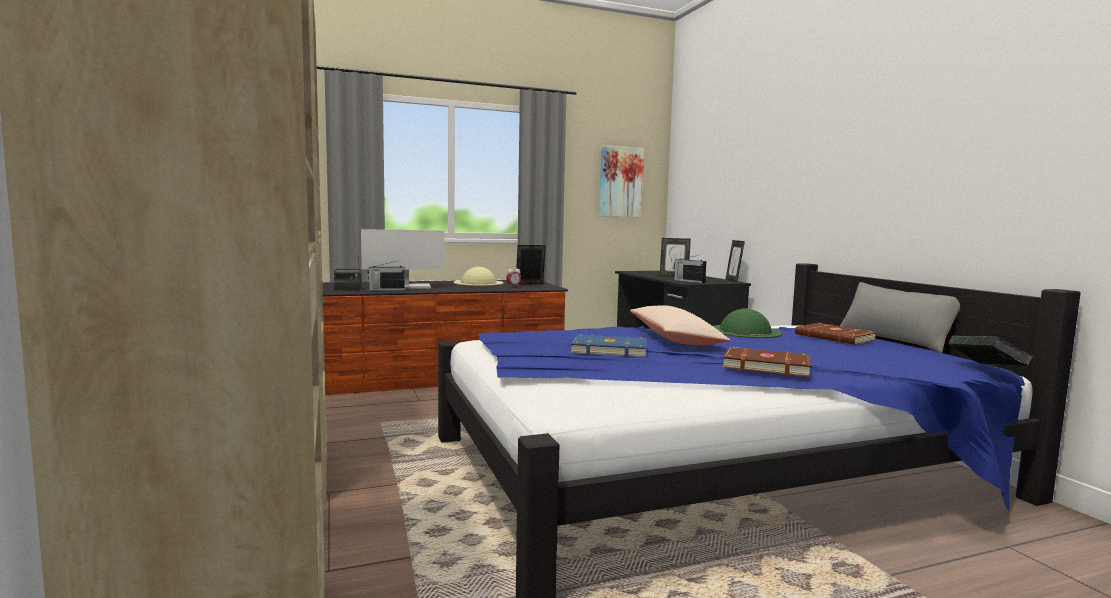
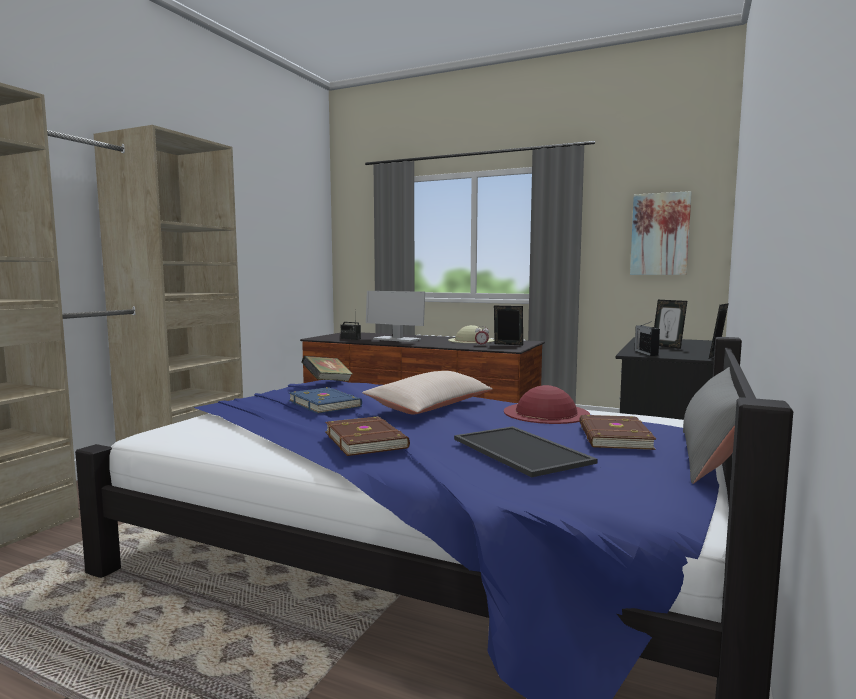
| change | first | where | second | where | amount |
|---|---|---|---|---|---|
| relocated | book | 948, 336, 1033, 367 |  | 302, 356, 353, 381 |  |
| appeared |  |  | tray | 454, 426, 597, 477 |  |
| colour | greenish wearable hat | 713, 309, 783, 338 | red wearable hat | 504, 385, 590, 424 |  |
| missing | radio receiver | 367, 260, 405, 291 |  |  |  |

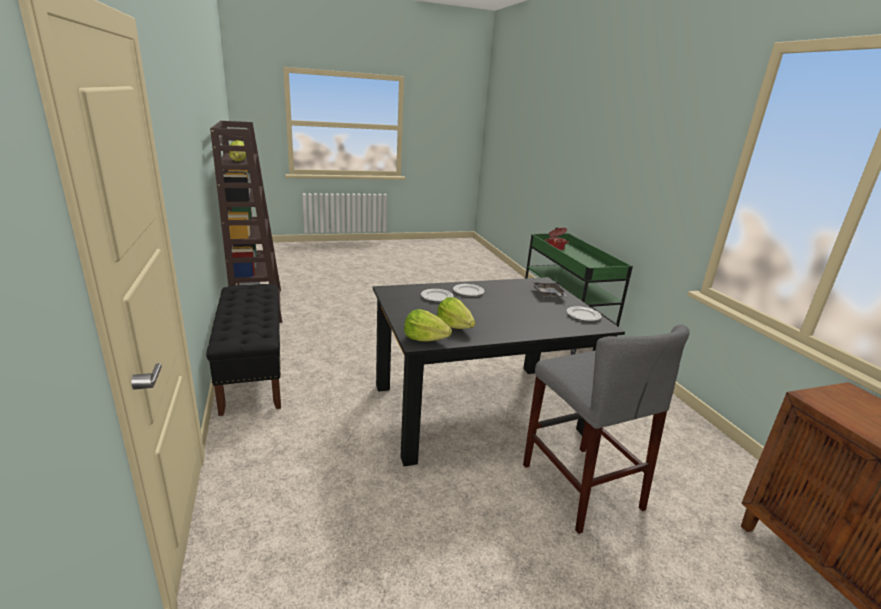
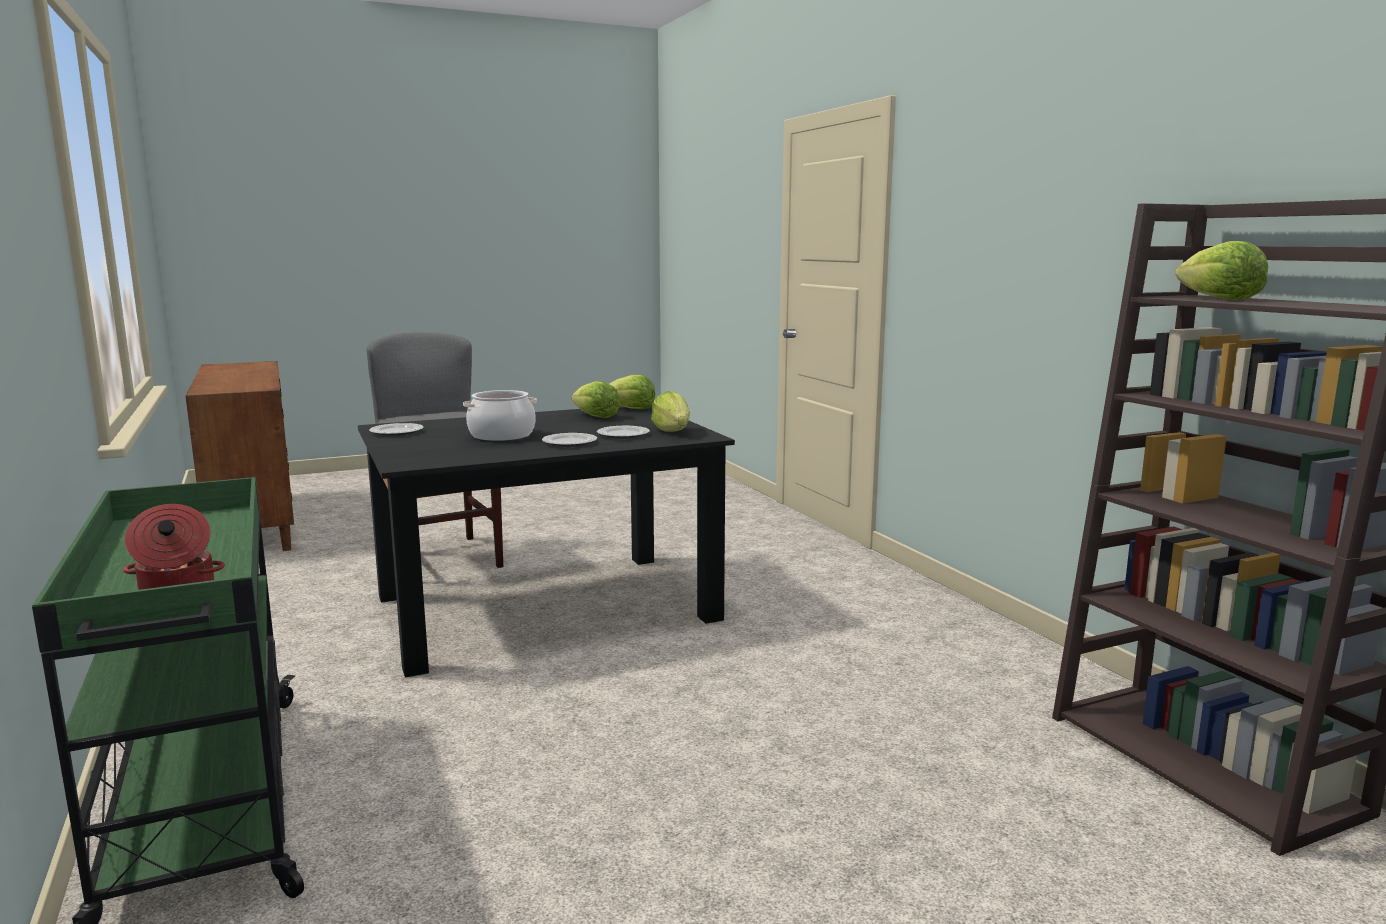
| change | first | where | second | where | amount |
|---|---|---|---|---|---|
| appeared |  |  | saucepot | 463, 390, 537, 441 |  |
| appeared |  |  | lettuce head | 651, 391, 690, 432 |  |
| missing | blackish indoor bench | 206, 284, 281, 416 |  |  |  |
| missing | grey tray | 532, 281, 567, 297 |  |  |  |

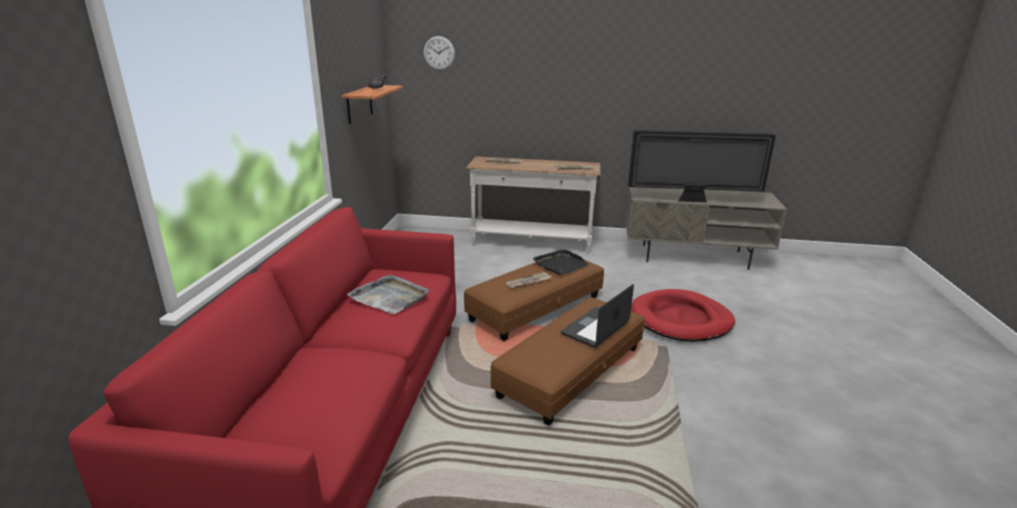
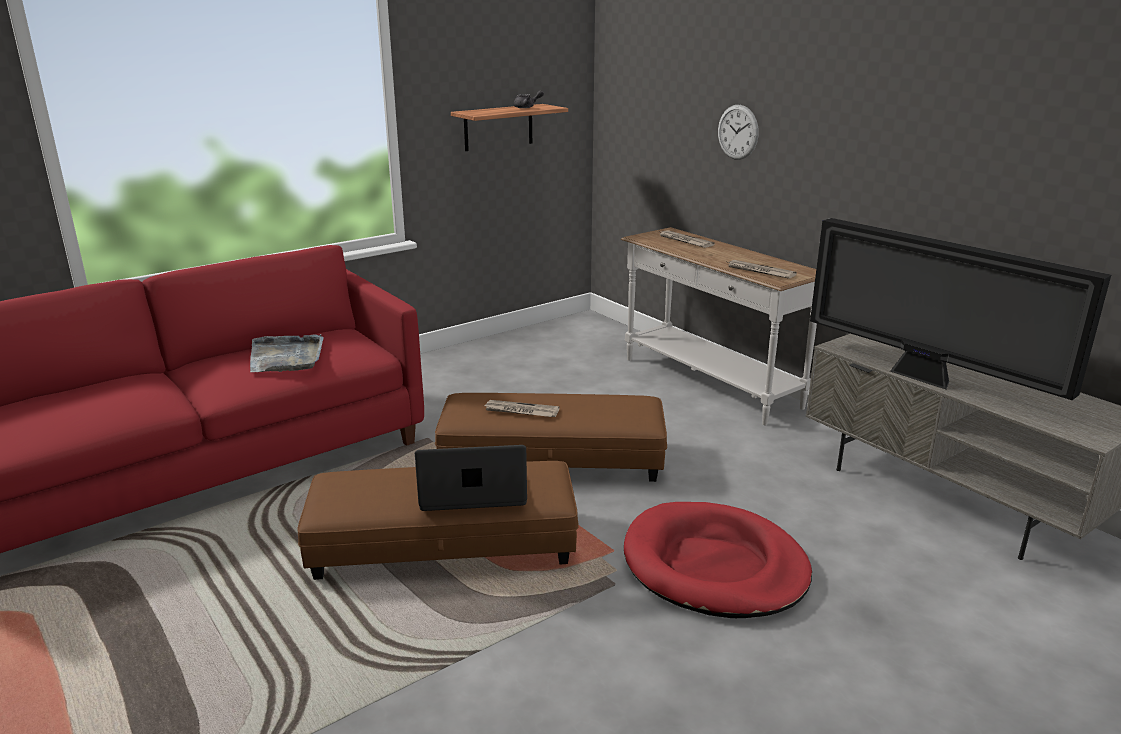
| change | first | where | second | where | amount |
|---|---|---|---|---|---|
| relocated | hanging clock | 424, 36, 455, 70 |  | 718, 105, 759, 160 |  |
| missing | blackish tray | 533, 249, 589, 275 |  |  |  |

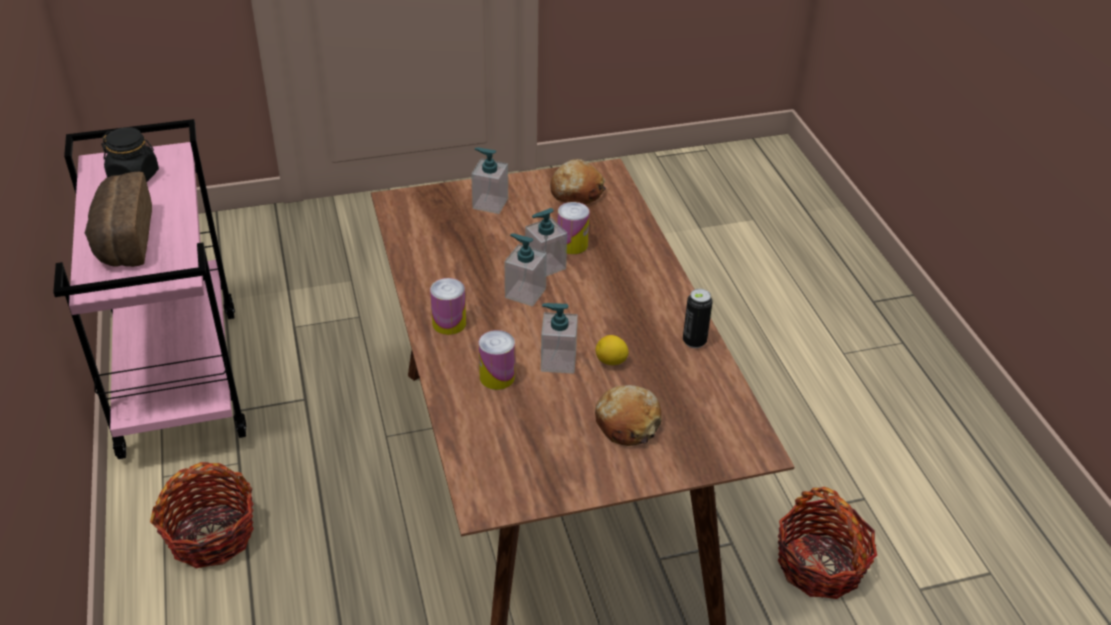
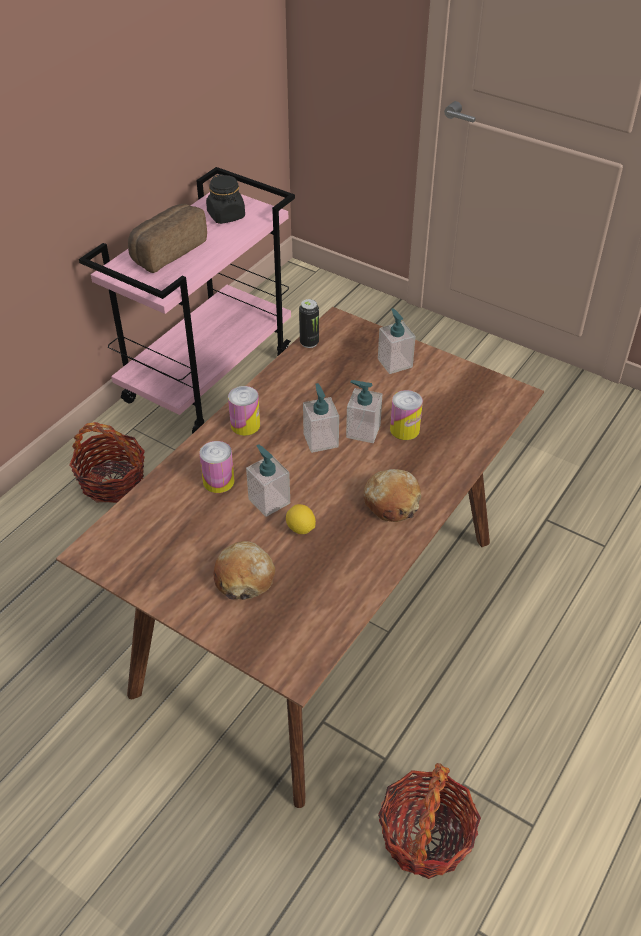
| change | first | where | second | where | amount |
|---|---|---|---|---|---|
| relocated | sealed can | 683, 289, 713, 348 |  | 299, 299, 319, 348 |  |
| relocated | bakery bread | 550, 159, 606, 205 |  | 363, 469, 422, 522 |  |

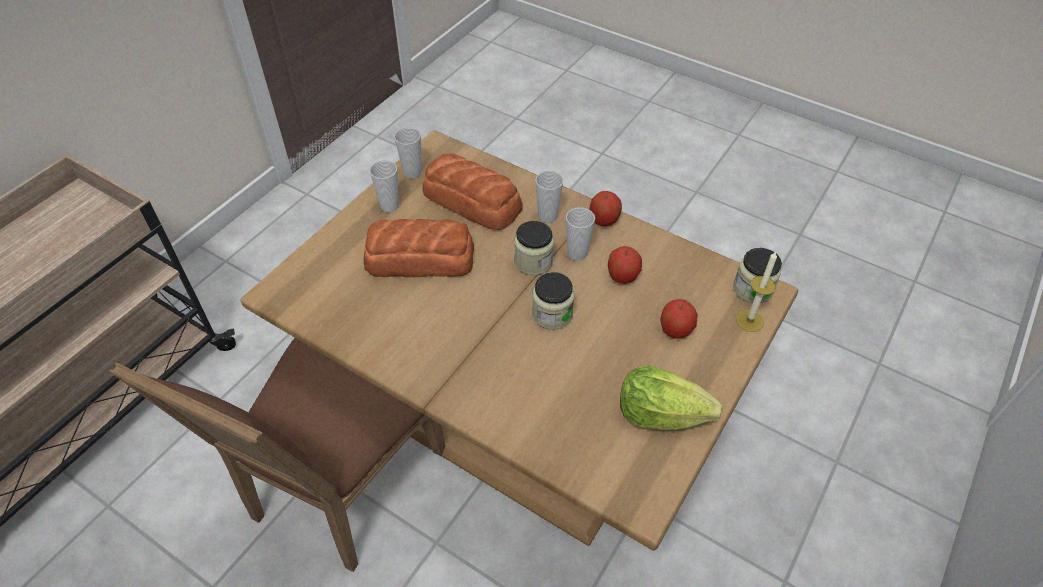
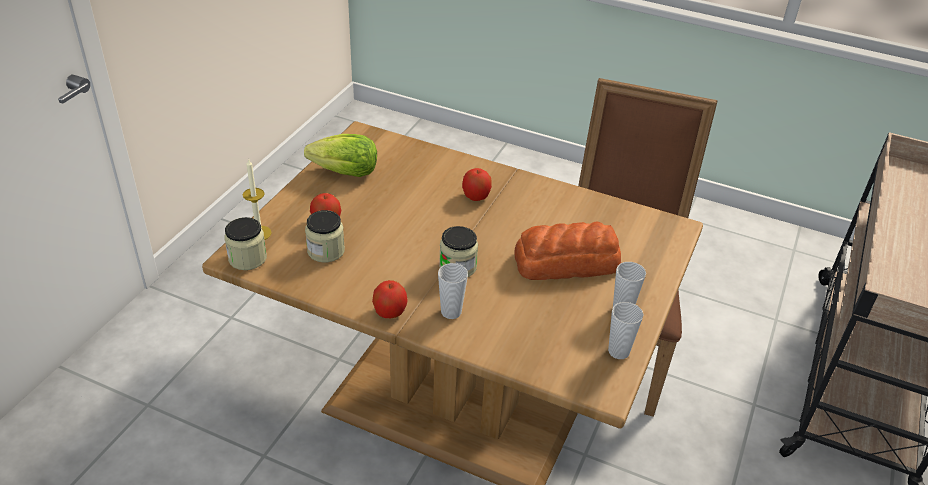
| change | first | where | second | where | amount |
|---|---|---|---|---|---|
| relocated | storage jar | 532, 272, 575, 330 |  | 305, 210, 345, 262 |  |
| relocated | whole apple | 608, 246, 642, 284 |  | 462, 168, 492, 201 |  |
| missing | bakery bread | 422, 154, 523, 230 |  |  |  |
| missing | small cup | 566, 207, 595, 261 |  |  |  |

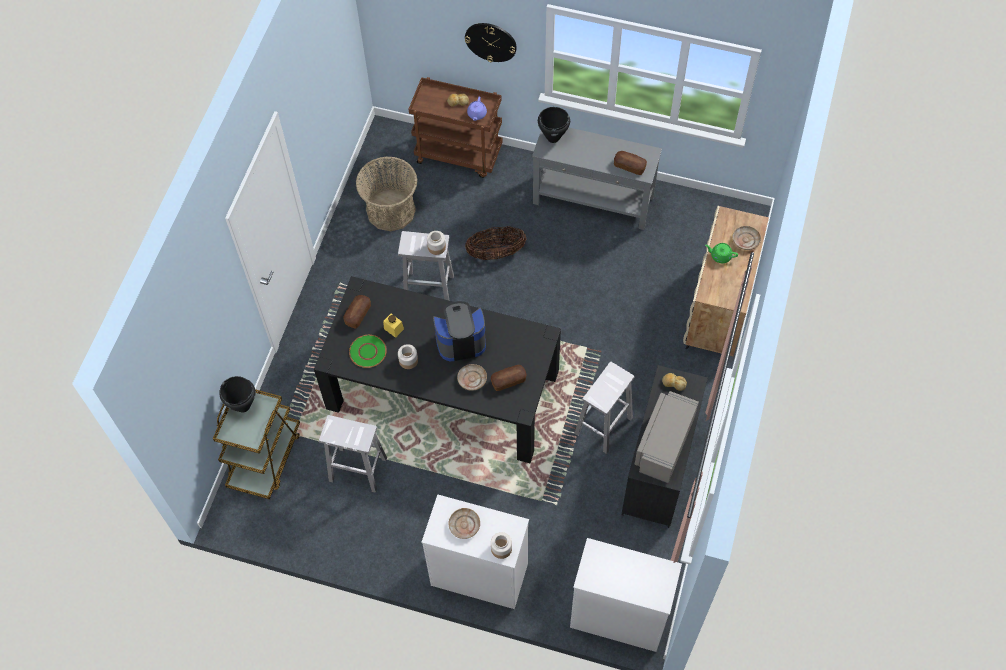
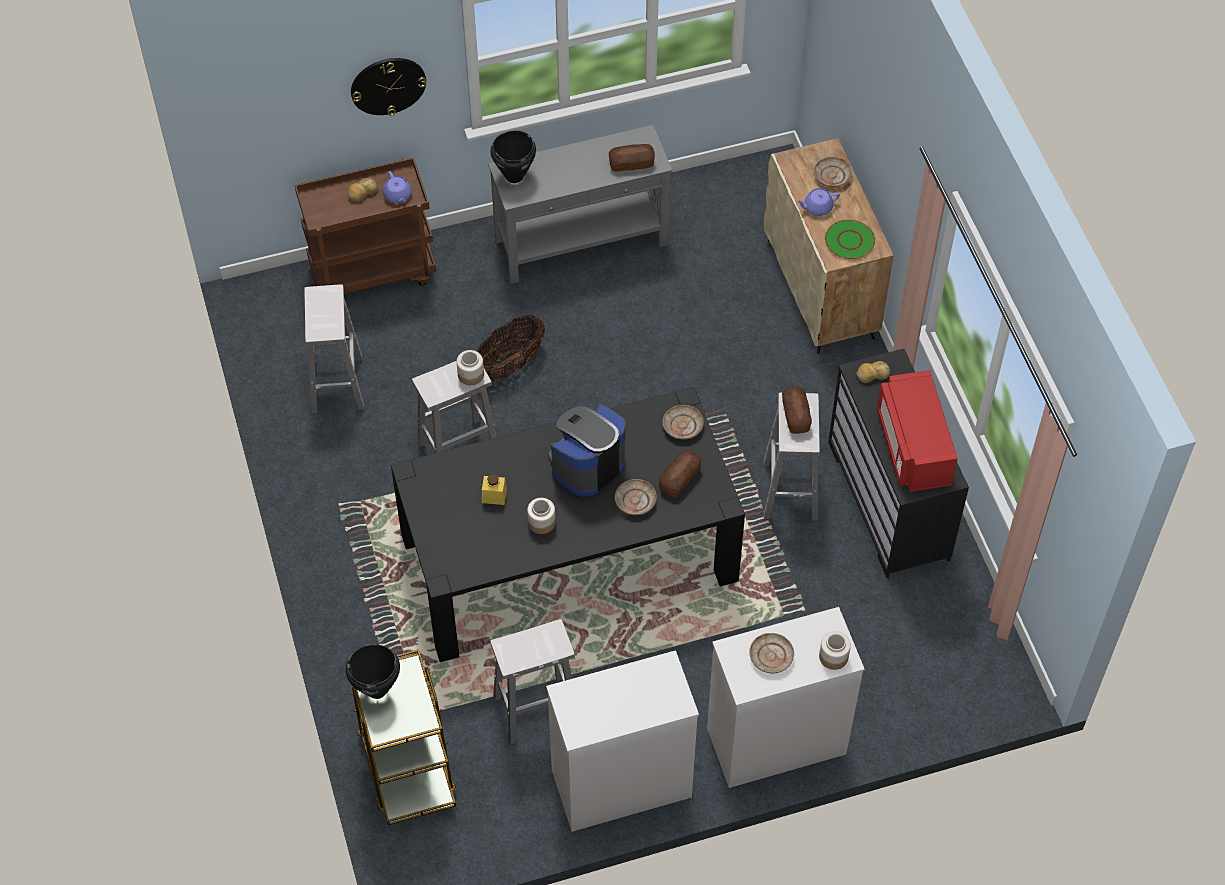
| change | first | where | second | where | amount |
|---|---|---|---|---|---|
| exchanged | basket | 356, 156, 417, 231 | white stool seat | 304, 284, 364, 413 |  |
| relocated | white chest of drawers | 570, 538, 682, 652 |  | 546, 650, 699, 832 |  |
| appeared |  |  | sand-coloured flat dish | 663, 405, 704, 440 |  |
| relocated | bakery bread | 343, 295, 371, 328 |  | 782, 387, 812, 434 |  |
| colour | greenish tea pot | 705, 243, 738, 263 | purplish tea pot | 796, 188, 840, 216 |  |
| relocated | greenish flat dish | 349, 335, 387, 368 |  | 825, 220, 875, 259 |  |
| colour | grey kitchen microwave | 635, 391, 699, 483 | red kitchen microwave | 877, 370, 958, 492 |  |

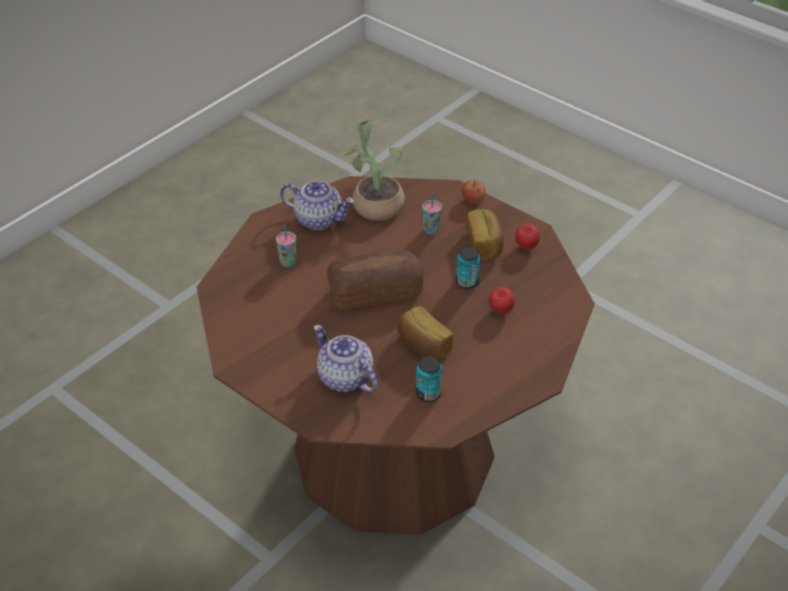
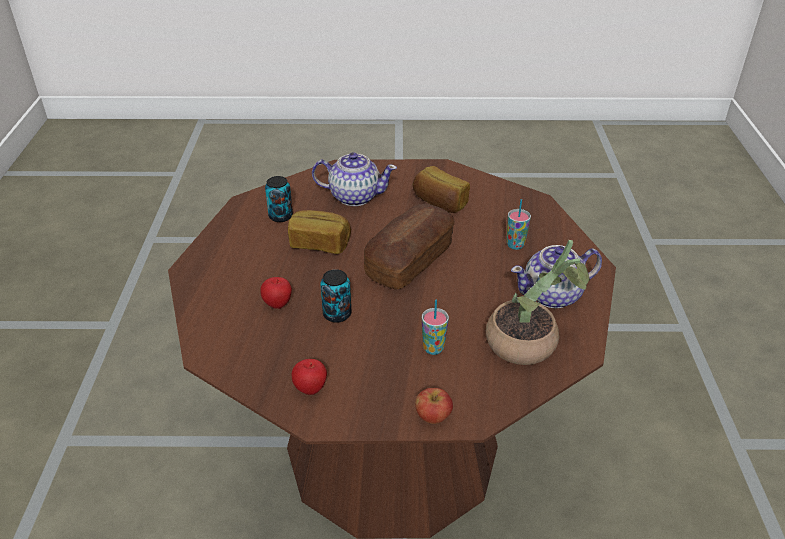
| change | first | where | second | where | amount |
|---|---|---|---|---|---|
| relocated | bakery bread | 467, 209, 504, 260 |  | 413, 166, 470, 213 |  |

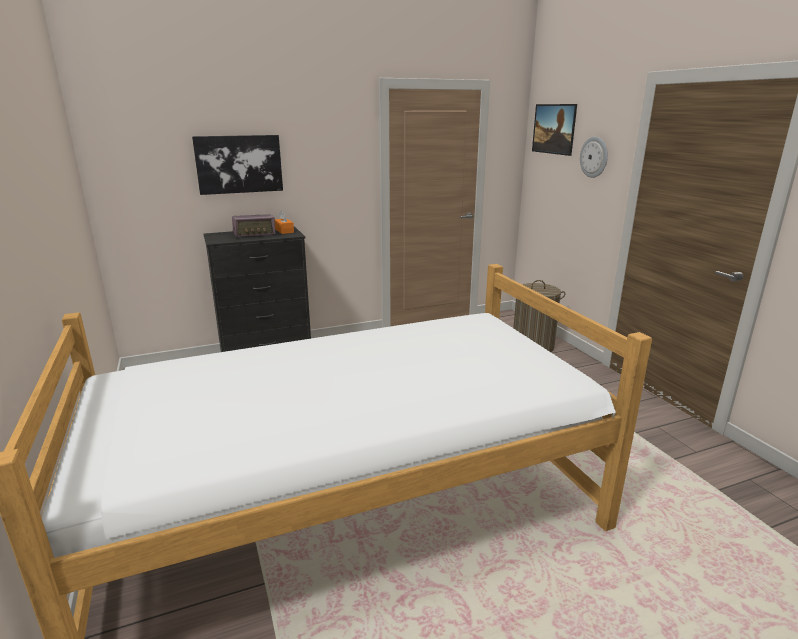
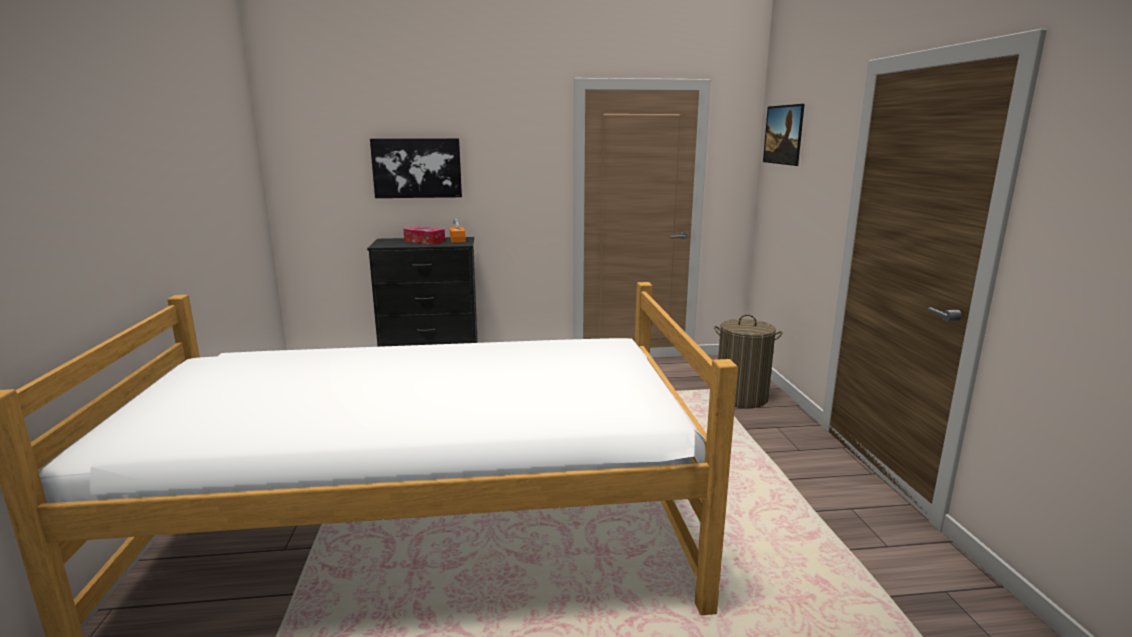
| change | first | where | second | where | amount |
|---|---|---|---|---|---|
| exchanged | radio receiver | 232, 214, 275, 237 | tissue holder | 403, 226, 445, 245 |  |
| missing | hanging clock | 580, 137, 608, 178 |  |  |  |

